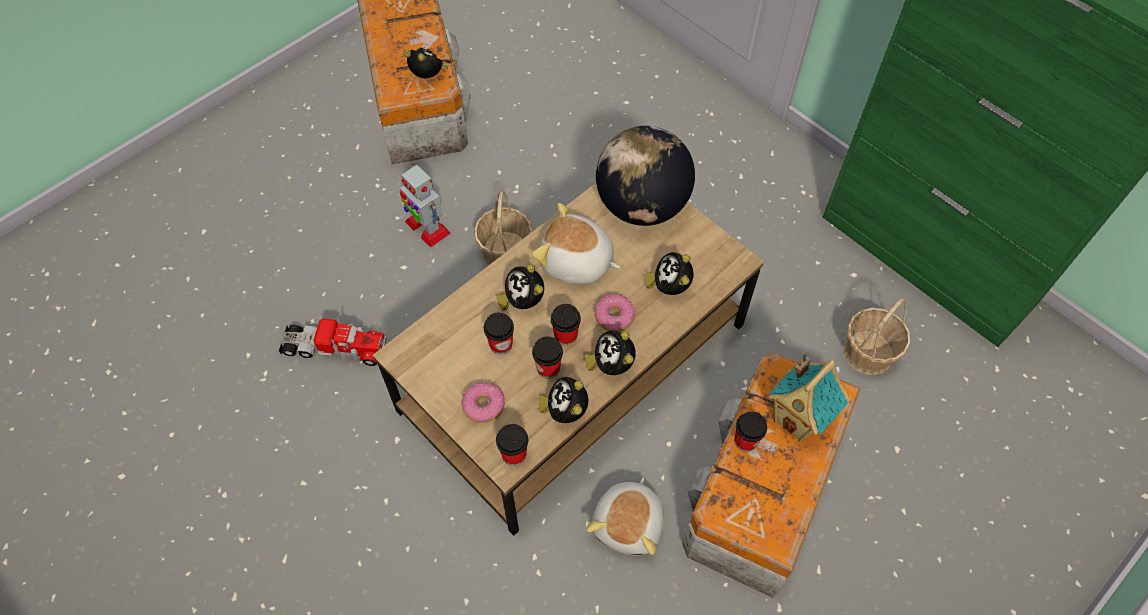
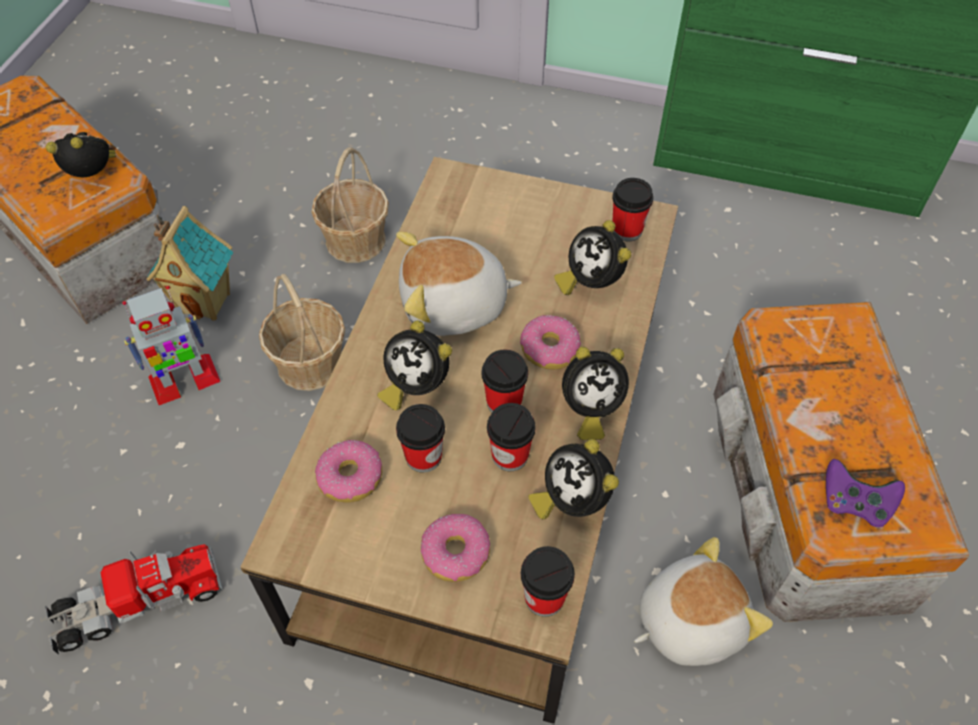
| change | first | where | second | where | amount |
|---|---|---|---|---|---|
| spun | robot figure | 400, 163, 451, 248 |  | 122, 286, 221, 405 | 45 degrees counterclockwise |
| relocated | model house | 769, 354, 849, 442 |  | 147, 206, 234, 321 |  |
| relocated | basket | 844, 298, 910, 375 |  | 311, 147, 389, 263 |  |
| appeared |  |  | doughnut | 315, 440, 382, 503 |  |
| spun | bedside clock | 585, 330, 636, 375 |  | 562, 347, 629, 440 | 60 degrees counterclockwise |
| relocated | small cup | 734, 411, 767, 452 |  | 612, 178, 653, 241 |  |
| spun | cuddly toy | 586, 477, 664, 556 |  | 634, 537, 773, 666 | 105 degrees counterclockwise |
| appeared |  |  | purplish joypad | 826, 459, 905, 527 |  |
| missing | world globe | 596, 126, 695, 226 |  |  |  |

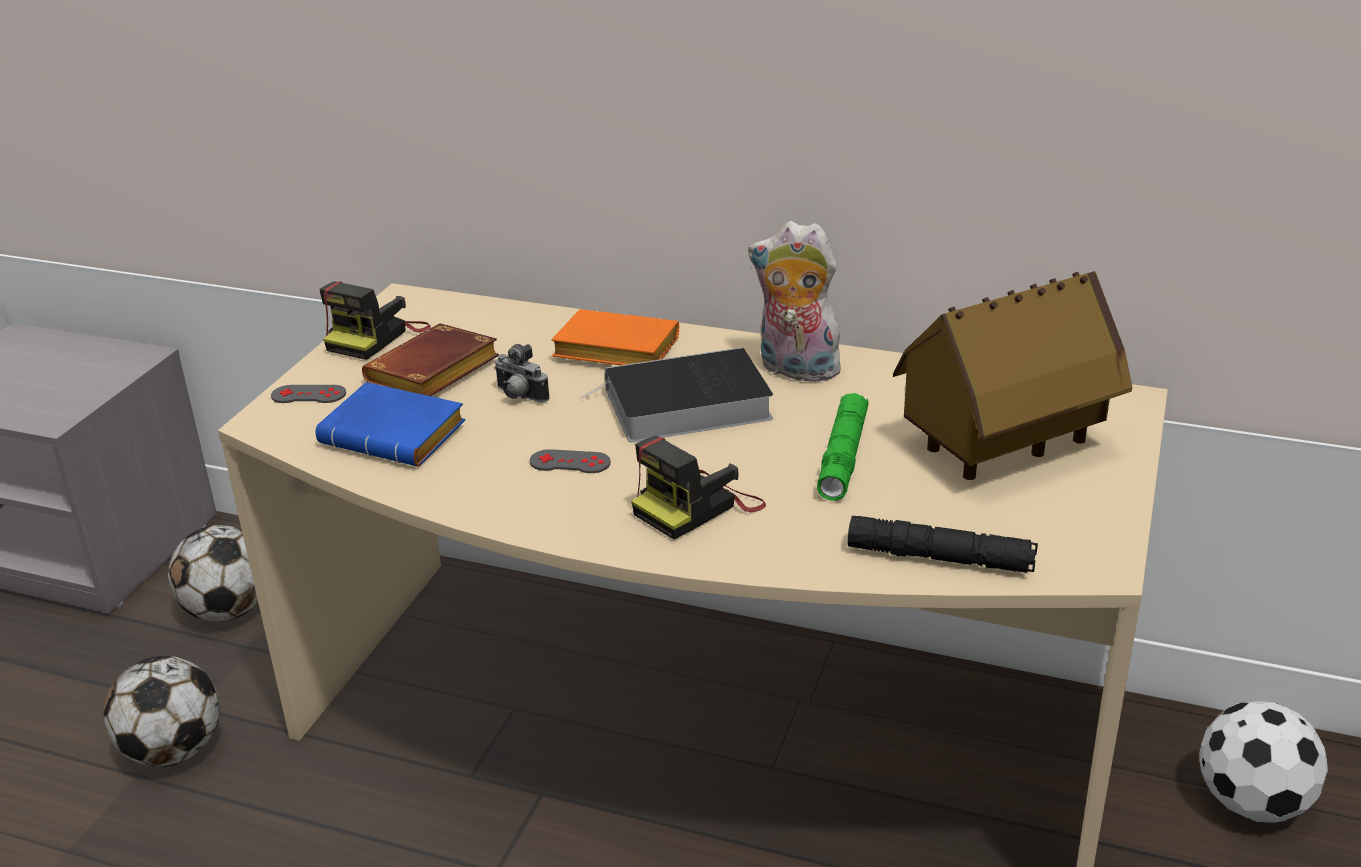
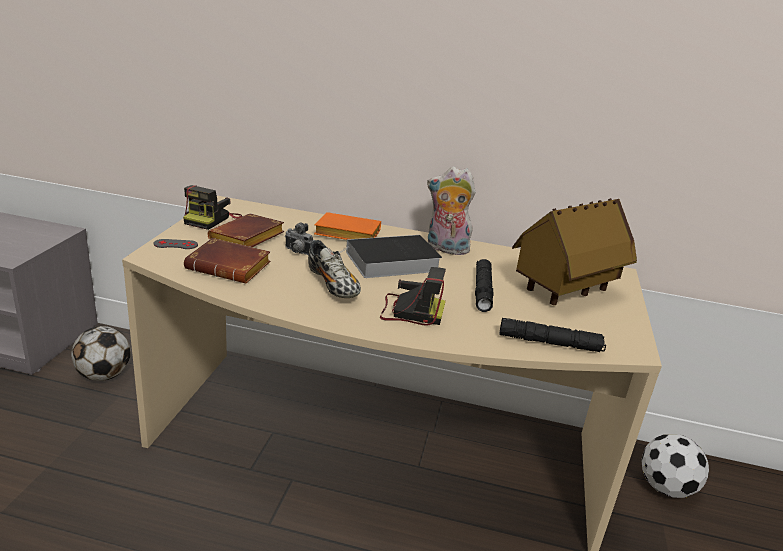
| change | first | where | second | where | amount |
|---|---|---|---|---|---|
| colour | blue book | 315, 382, 465, 467 | brownish book | 184, 238, 271, 283 |  |
| exchanged | grey joypad | 530, 449, 611, 473 | item of footwear | 308, 240, 361, 298 |  |
| spun | photo camera | 631, 436, 766, 540 |  | 380, 267, 446, 325 | 120 degrees counterclockwise |
| colour | greenish hand torch | 817, 393, 869, 501 | blackish hand torch | 475, 259, 493, 312 |  |
| missing | football ball | 103, 656, 220, 767 |  |  |  |

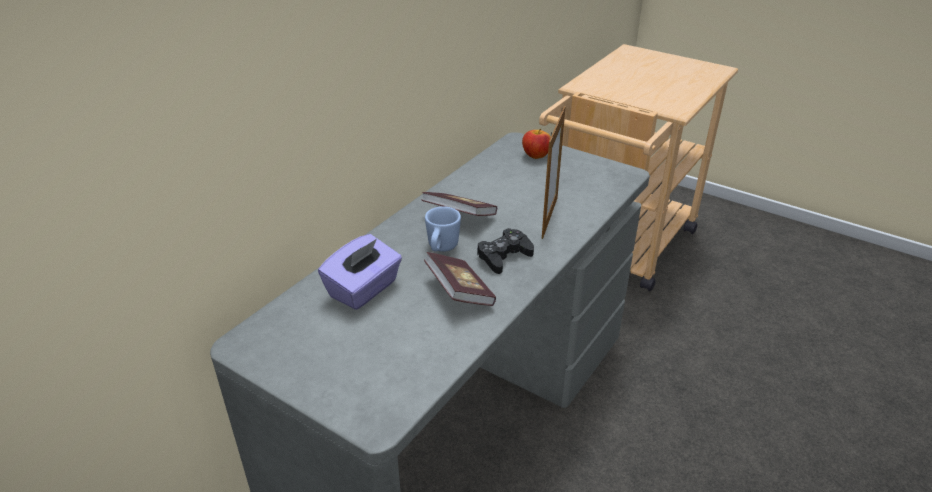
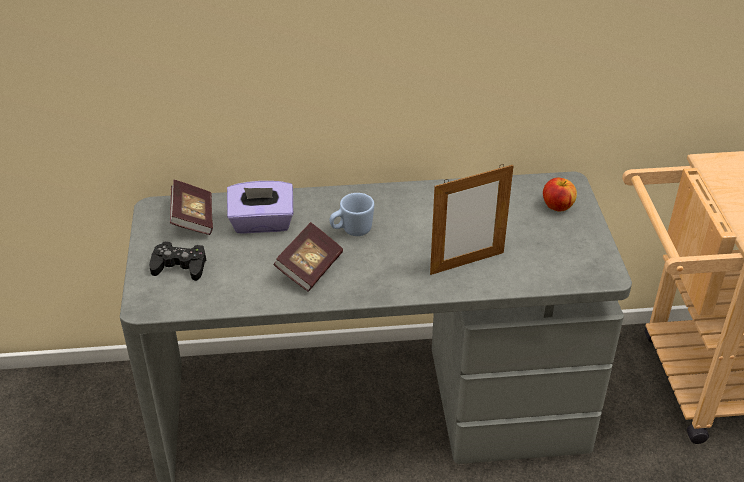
| change | first | where | second | where | amount |
|---|---|---|---|---|---|
| relocated | blackish joypad | 477, 228, 534, 274 |  | 149, 241, 206, 281 |  |
| relocated | book | 422, 192, 497, 216 |  | 170, 180, 213, 235 |  |

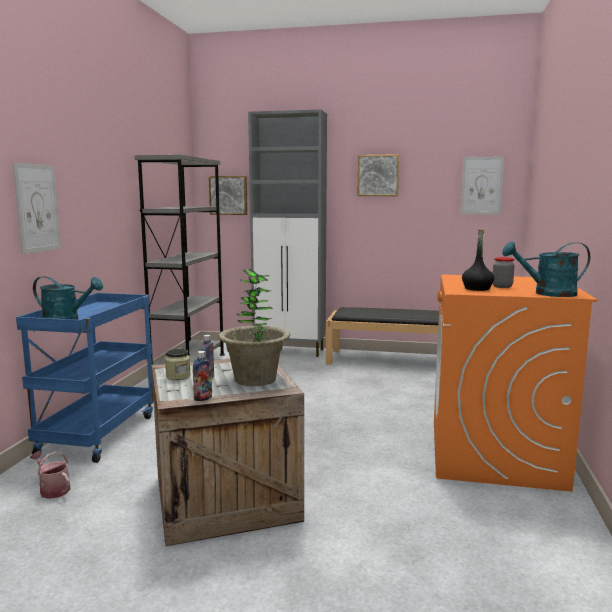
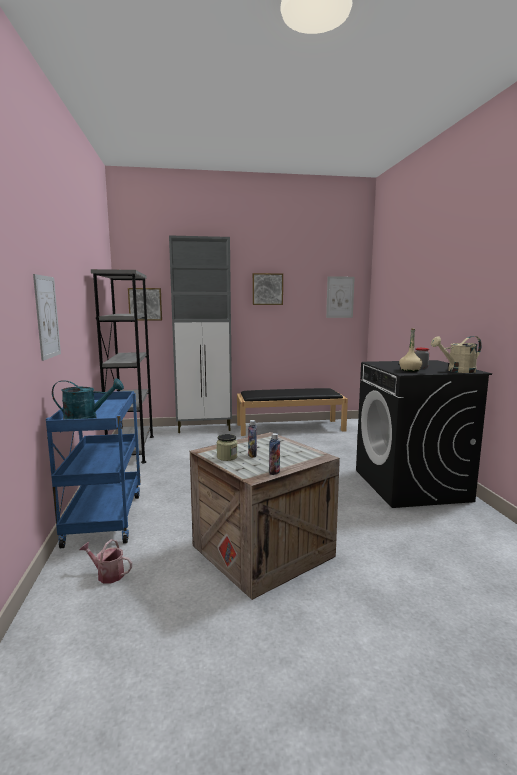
| change | first | where | second | where | amount |
|---|---|---|---|---|---|
| colour | orange laundry machine | 434, 275, 598, 492 | blackish laundry machine | 356, 360, 492, 508 |  |
| colour | blackish beverage bottle | 462, 229, 494, 291 | sand-coloured beverage bottle | 399, 328, 422, 372 |  |
| colour | turquoise-coloured sprinkling can | 502, 241, 590, 297 | sand-coloured sprinkling can | 431, 336, 482, 373 |  |
| missing | houseplant | 218, 269, 290, 386 |  |  |  |

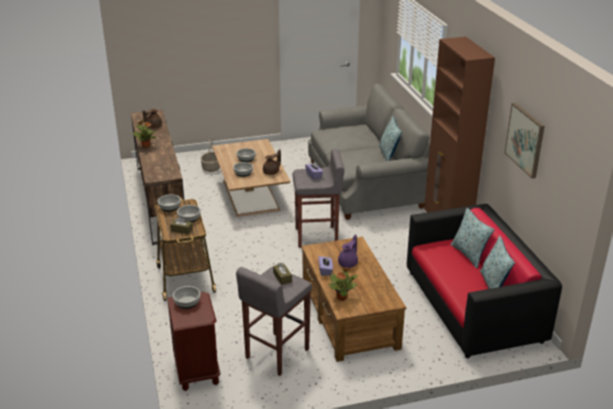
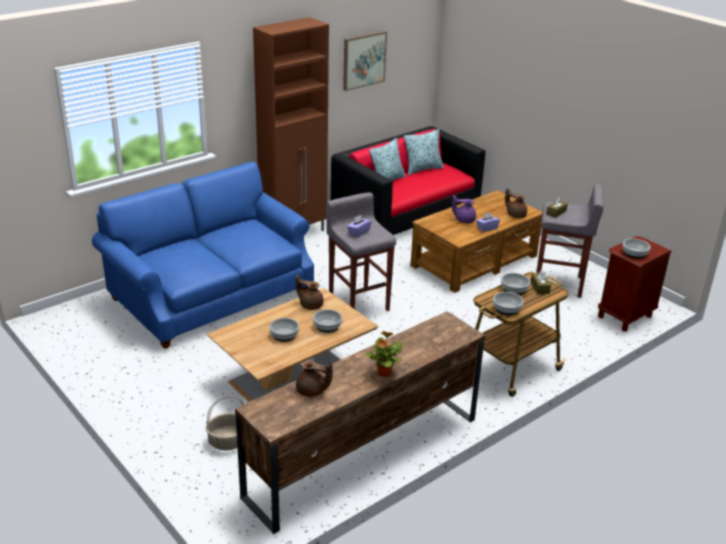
| change | first | where | second | where | amount |
|---|---|---|---|---|---|
| colour | grey couch | 308, 84, 430, 220 | blue couch | 92, 162, 314, 349 |  |
| exchanged | houseplant | 329, 268, 357, 301 | brownish tea pot | 505, 188, 527, 218 |  |
| missing | throw pillow | 379, 116, 402, 161 |  |  |  |

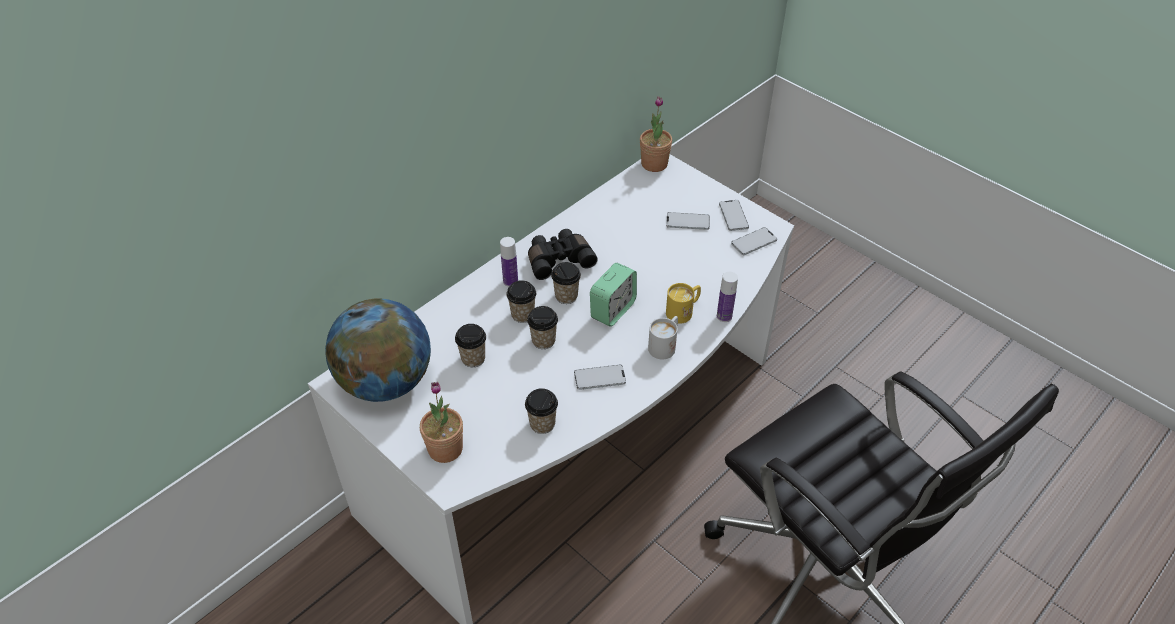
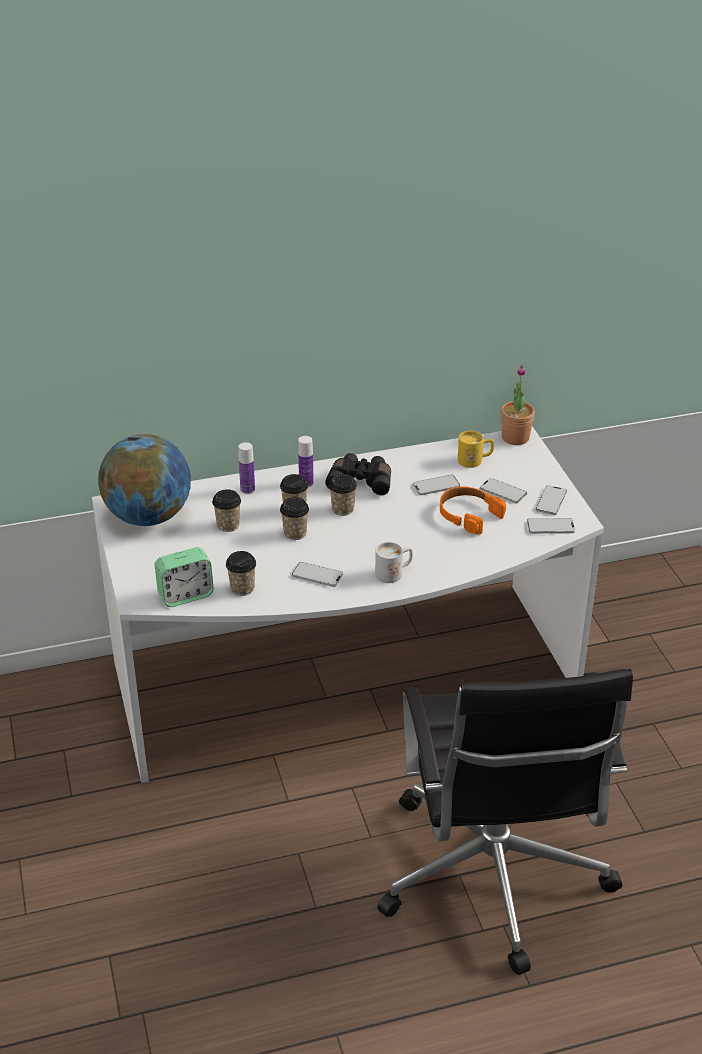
| change | first | where | second | where | amount |
|---|---|---|---|---|---|
| relocated | bedside clock | 590, 263, 637, 327 |  | 155, 547, 214, 607 |  |
| relocated | beverage bottle | 717, 272, 738, 322 |  | 238, 442, 255, 494 |  |
| appeared |  |  | handset | 413, 474, 460, 495 |  |
| appeared |  |  | orange headphones | 440, 486, 506, 535 |  |
| relocated | yellowish tea mug | 666, 283, 701, 324 |  | 458, 431, 494, 468 |  |
| missing | houseplant | 420, 382, 463, 463 |  |  |  |

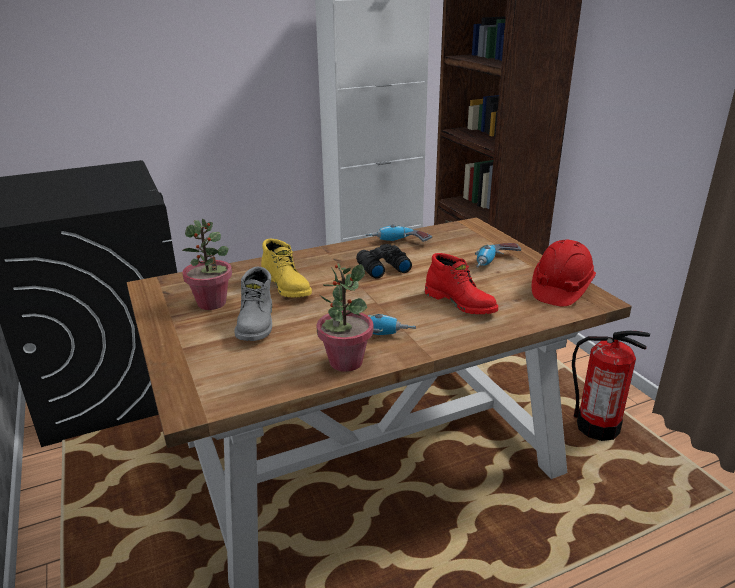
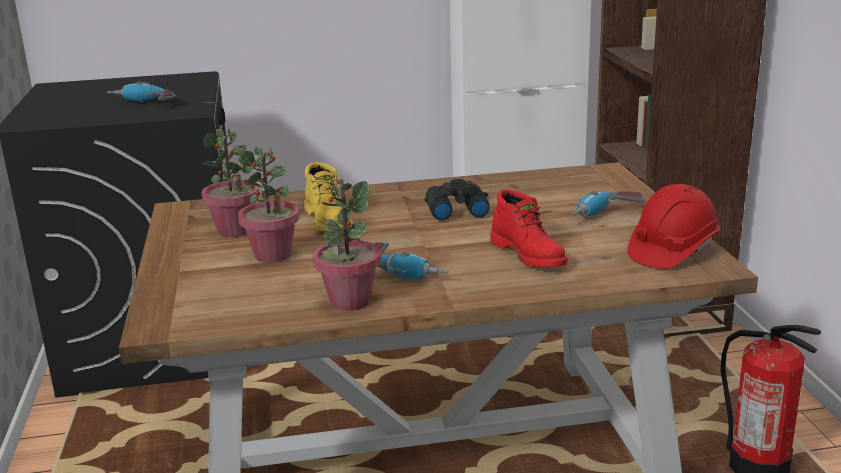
| change | first | where | second | where | amount |
|---|---|---|---|---|---|
| relocated | drill | 366, 225, 432, 242 |  | 108, 82, 176, 102 |  |
| exchanged | grey tall boot | 234, 267, 272, 341 | houseplant | 238, 147, 299, 263 |  |

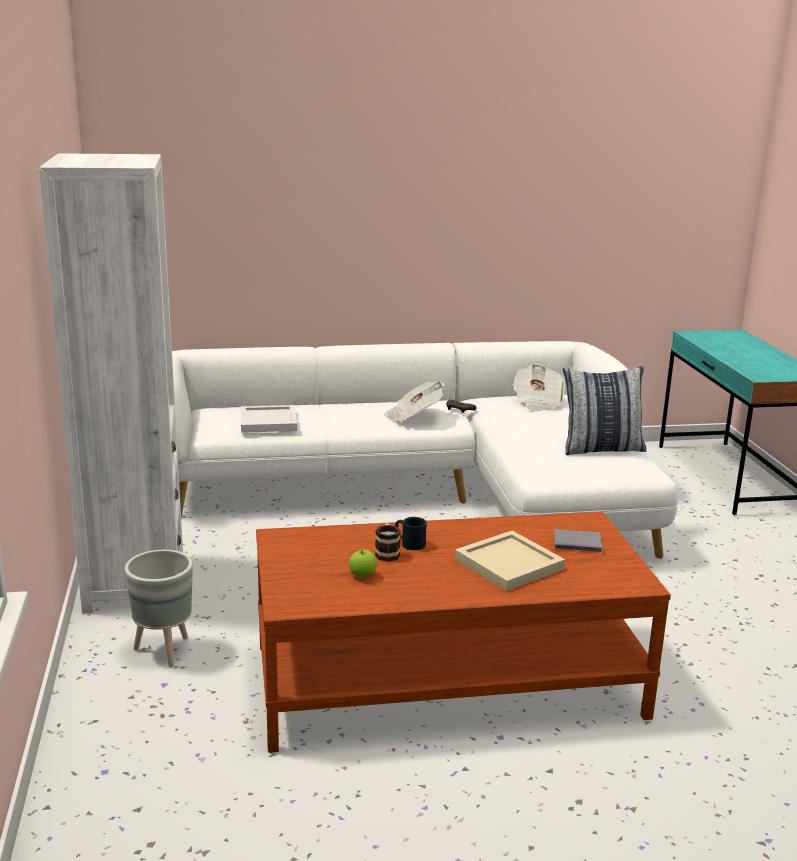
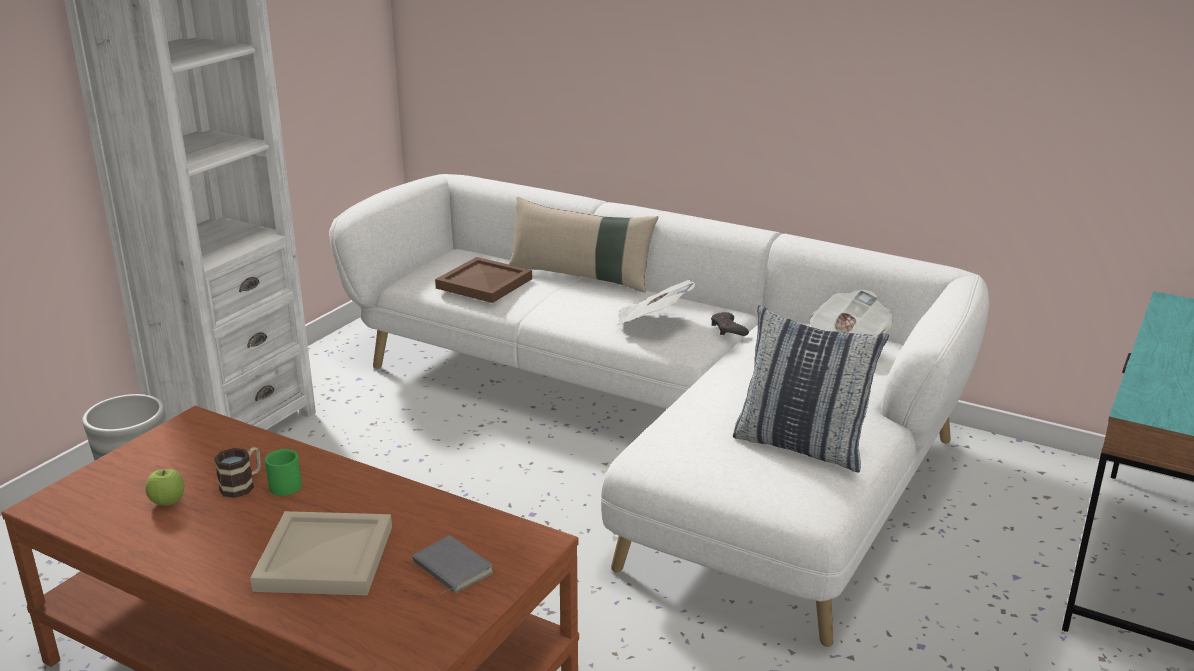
| change | first | where | second | where | amount |
|---|---|---|---|---|---|
| colour | blackish tea mug | 395, 517, 427, 550 | greenish tea mug | 265, 448, 302, 496 |  |
| colour | white tray | 241, 405, 297, 433 | brownish tray | 435, 257, 532, 303 |  |
| appeared |  |  | sand-coloured throw pillow | 509, 197, 658, 293 |  |

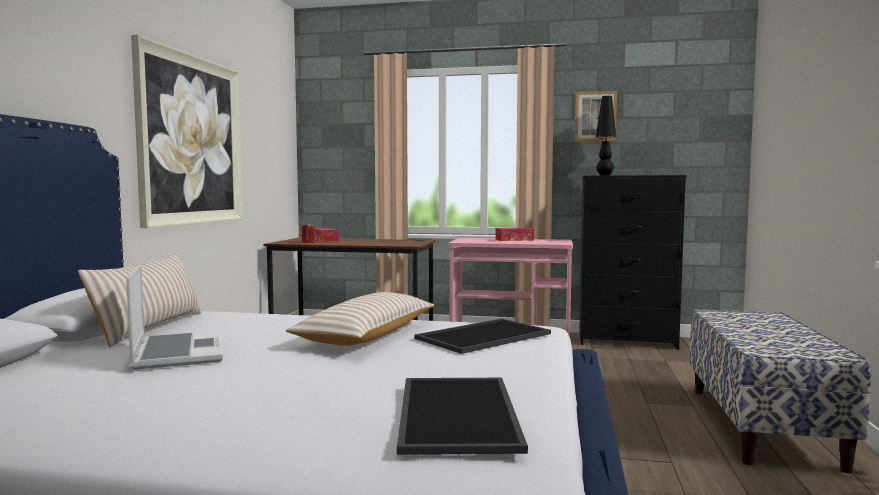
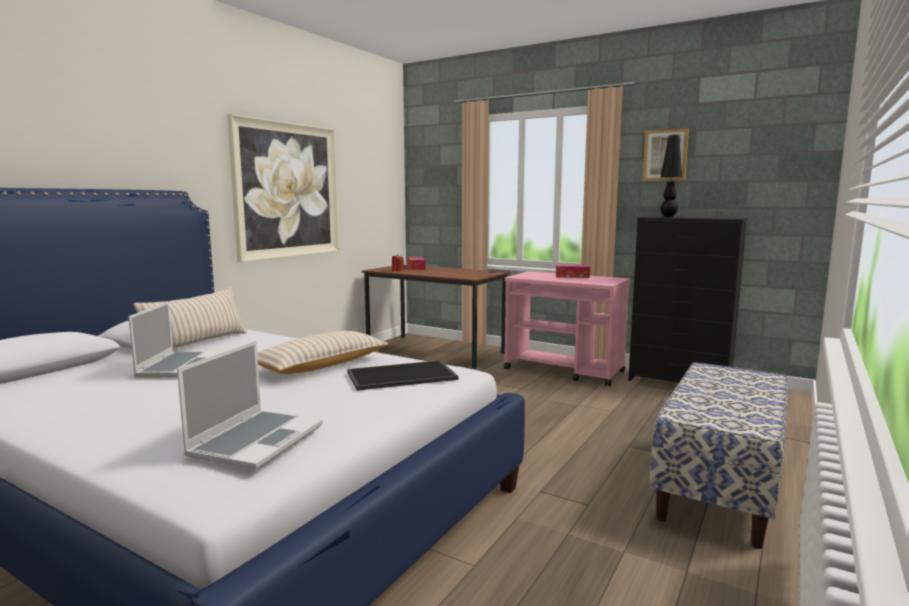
| change | first | where | second | where | amount |
|---|---|---|---|---|---|
| exchanged | tray | 397, 378, 528, 455 | portable computer | 177, 341, 323, 470 |  |

